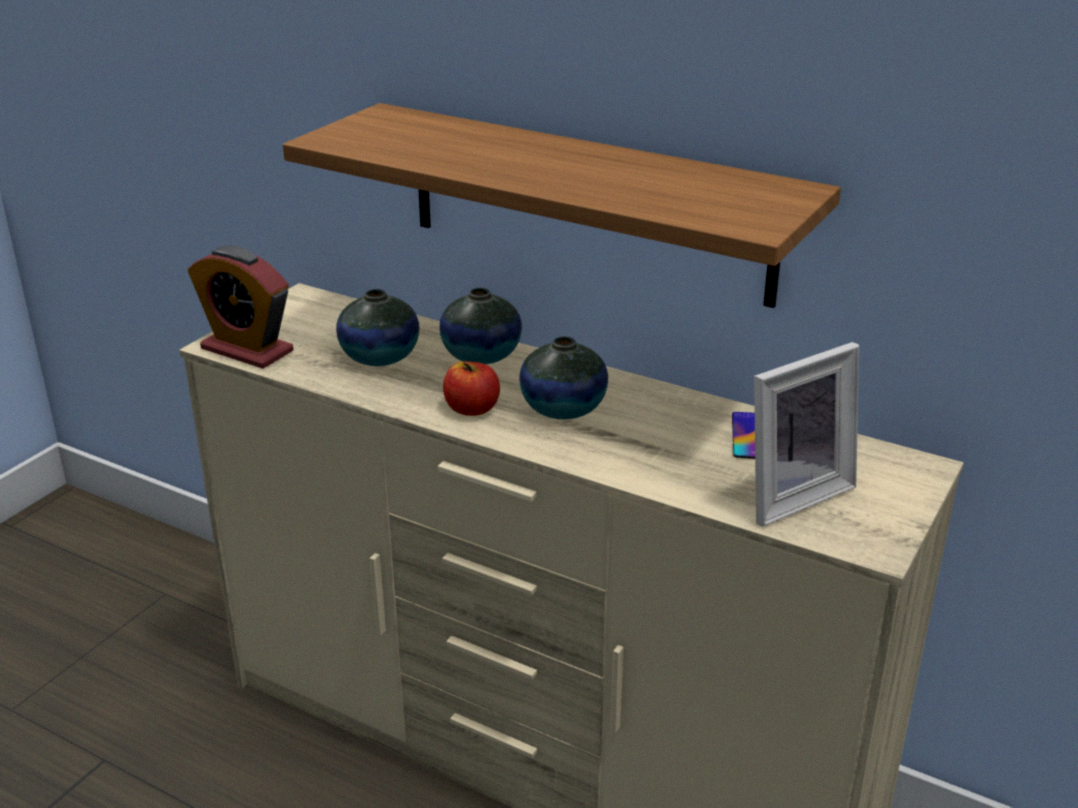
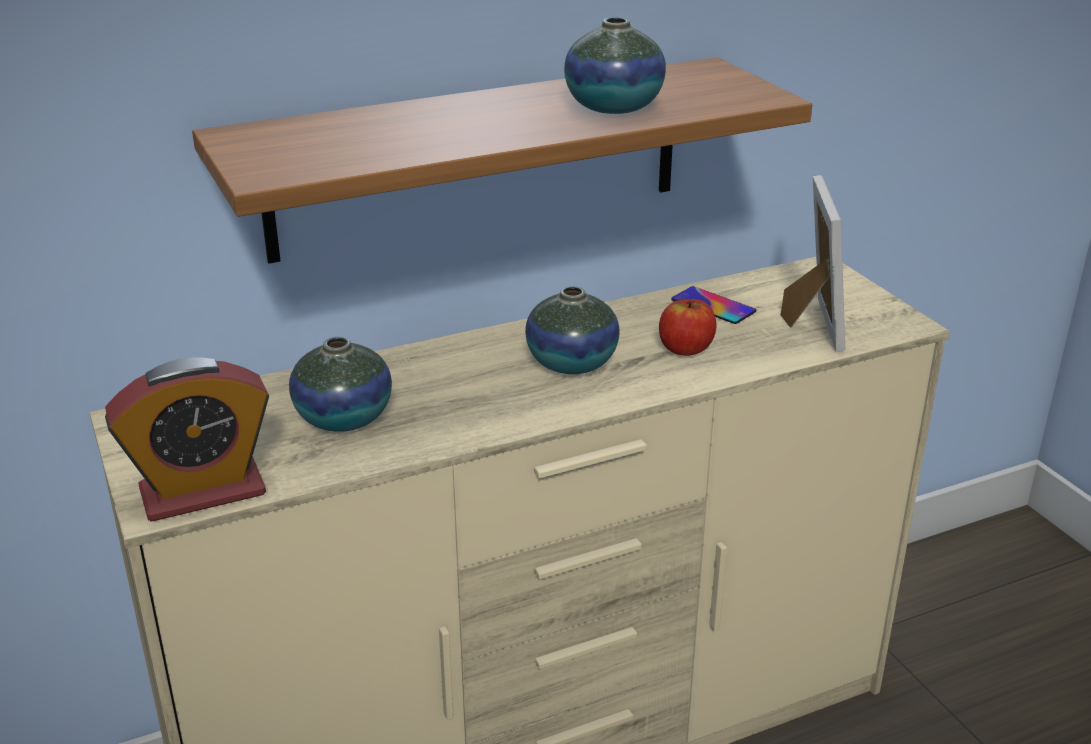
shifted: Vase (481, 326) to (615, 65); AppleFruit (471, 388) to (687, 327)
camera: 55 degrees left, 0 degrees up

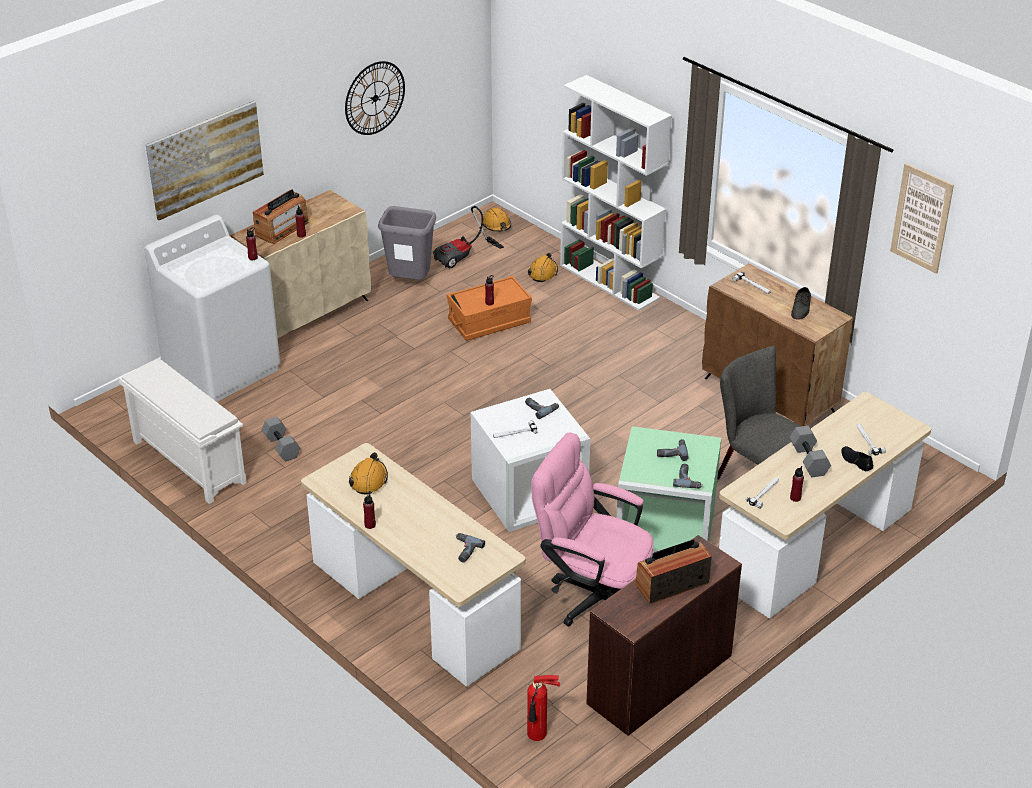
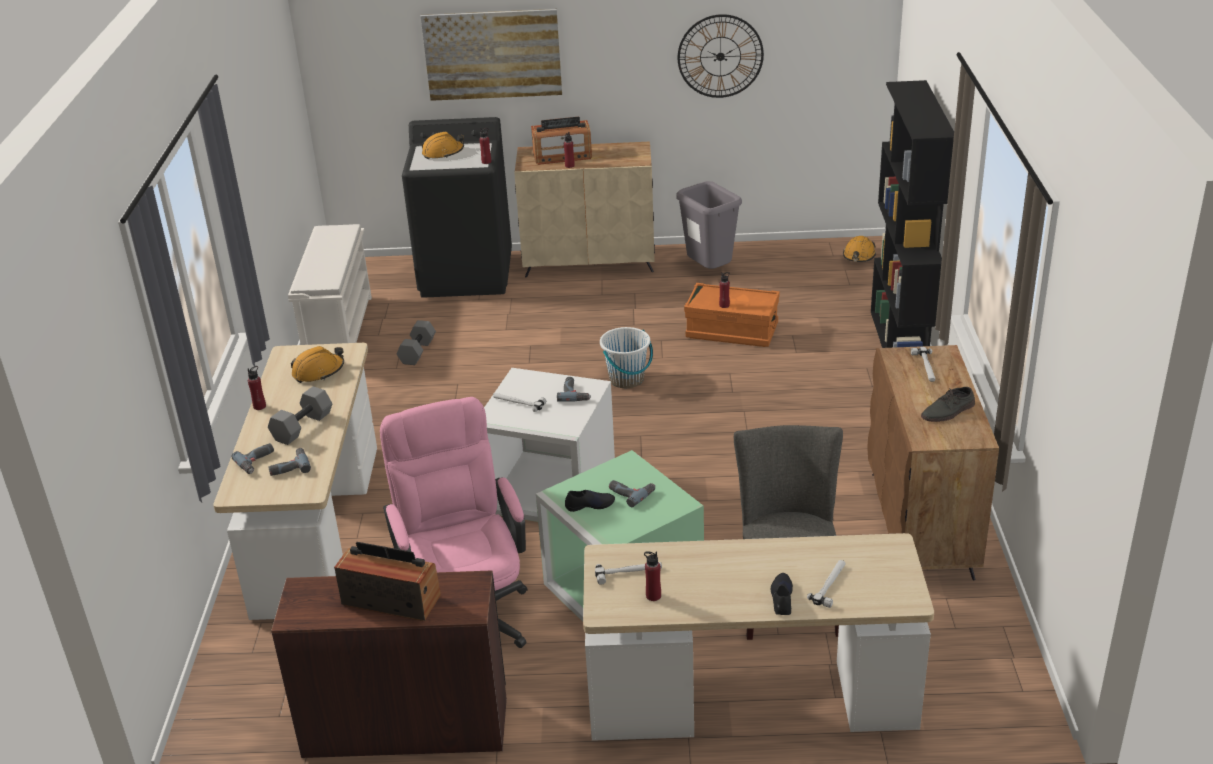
gone: Hoover (468, 237); FireFightingCylinder (543, 708); Picture (922, 218)
new: BlackShoe (590, 501); WhiteWaterBucket (626, 357)
shifted: Drill (688, 476) to (252, 458); GreyFreeWeight (810, 451) to (300, 415); OrangeWorkHelmet (543, 267) to (443, 145)
repainted: WhiteLaundryAppliance (212, 308) to BlackLaundryAppliance (457, 207); WhiteBookcase (616, 193) to BlackBookcase (912, 214)
camera: 45 degrees right, 5 degrees down

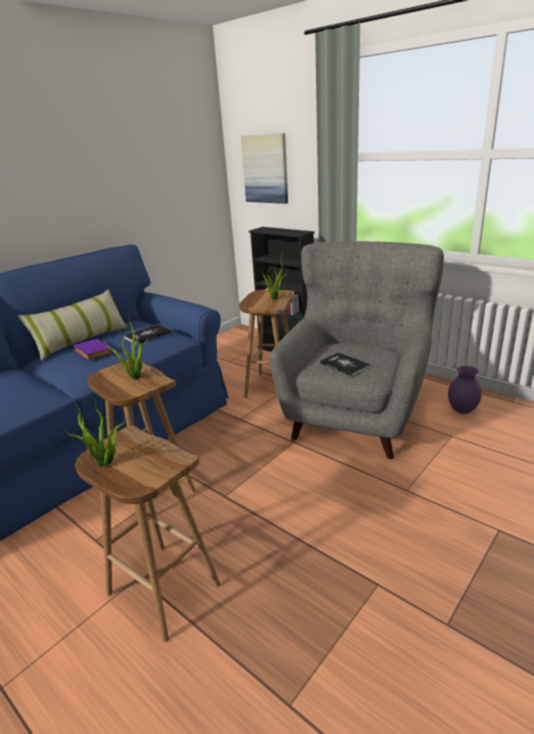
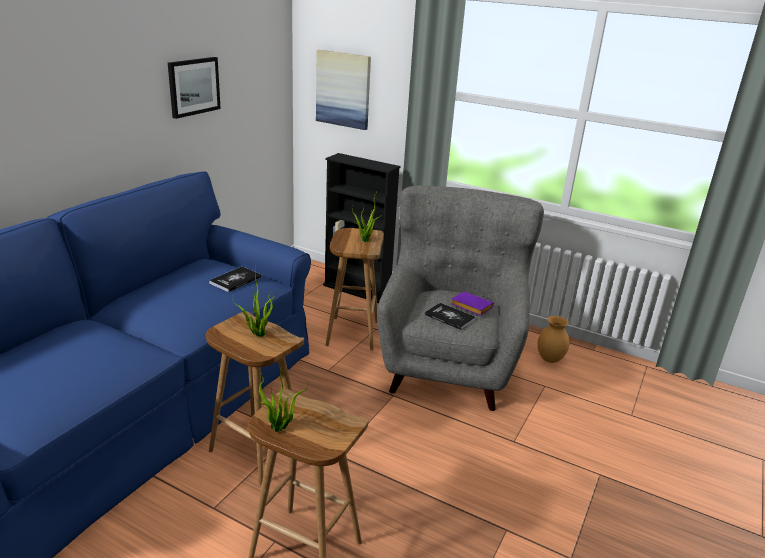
gone: Pillow (73, 325)
new: Picture (194, 88)
shifted: PurpleBoundBook (93, 349) to (472, 304)
repainted: PurpleVase (465, 390) to BrownVase (553, 339)
camera: 15 degrees left, 0 degrees up

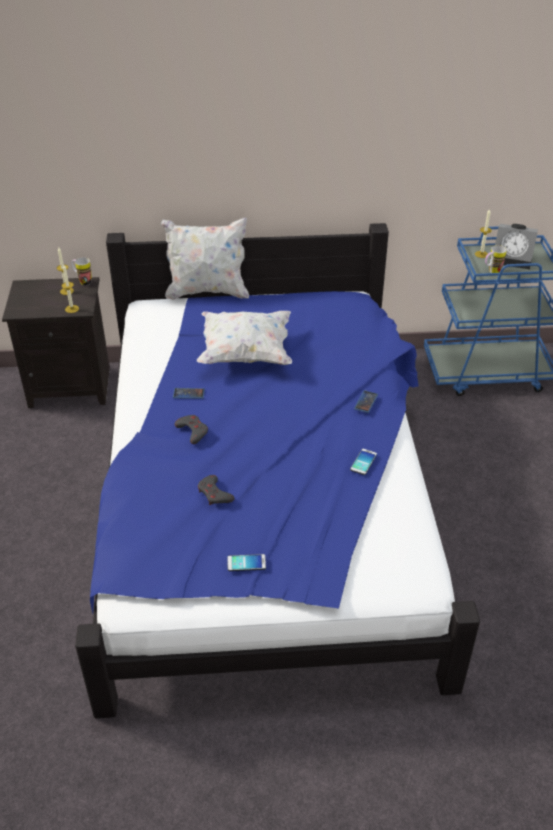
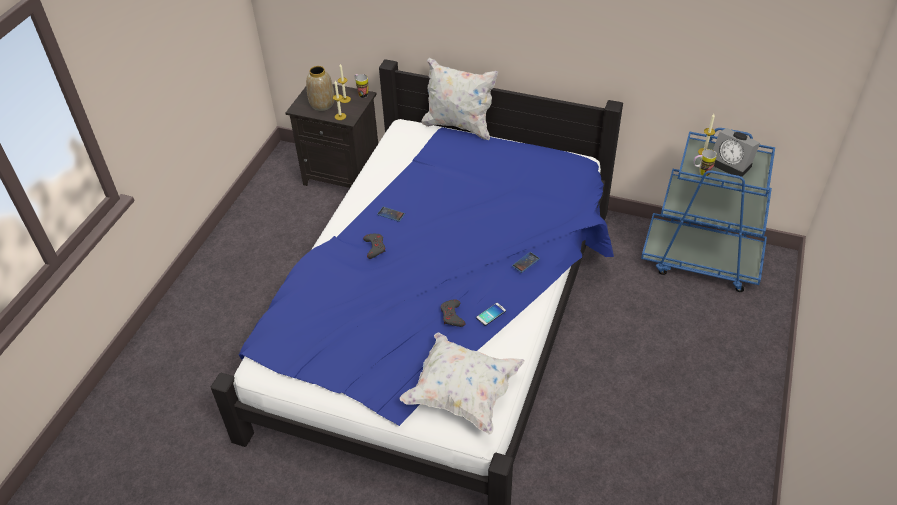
gone: Telephone (246, 562)
new: Vase (320, 88)
shifted: WhitePillow (244, 338) to (462, 383); GreyGameController (216, 490) to (453, 313)
camera: 25 degrees right, 5 degrees up

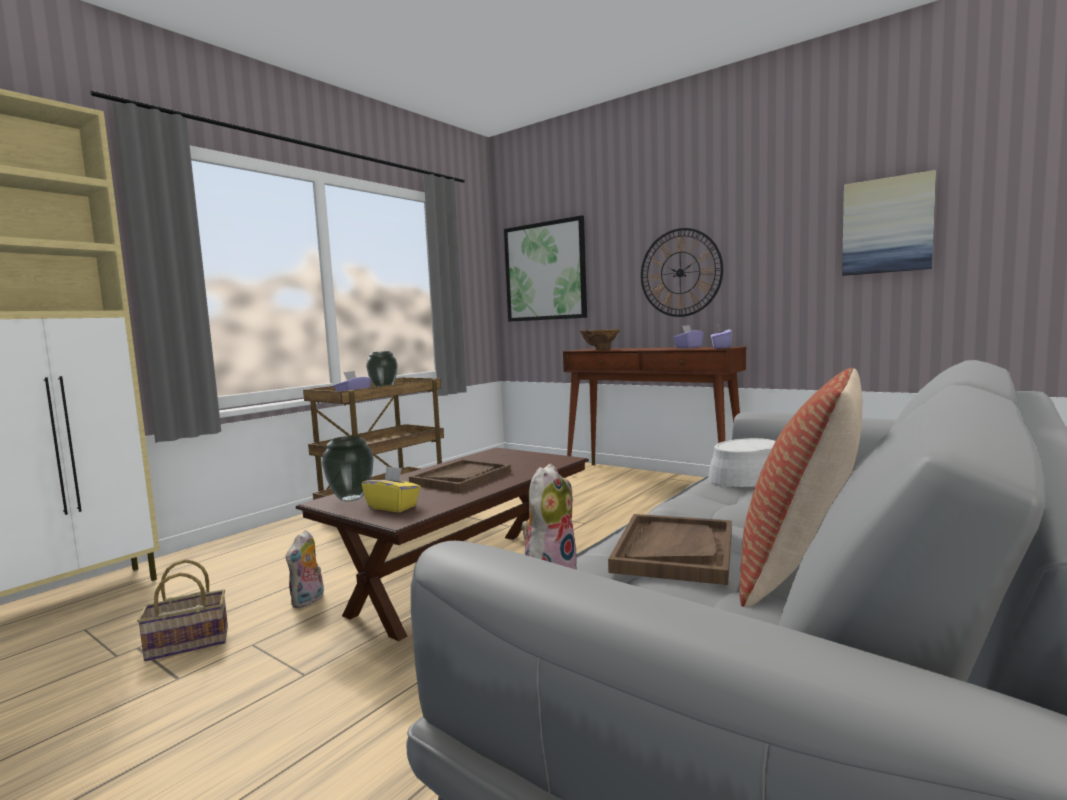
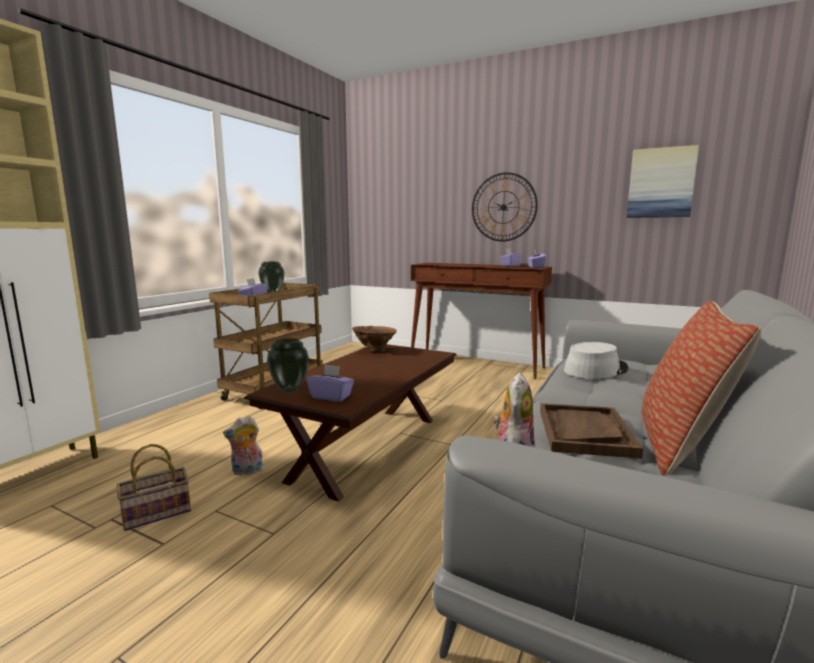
gone: BrownCarryingTray (460, 476); Picture (545, 268)
shifted: BrownVase (599, 339) to (374, 339)
repainted: YellowishTissueHolder (391, 489) to PurpleTissueHolder (330, 383)
rotated: CuddlyToy (304, 569) = (243, 445) 60 degrees clockwise
camera: 10 degrees left, 5 degrees up

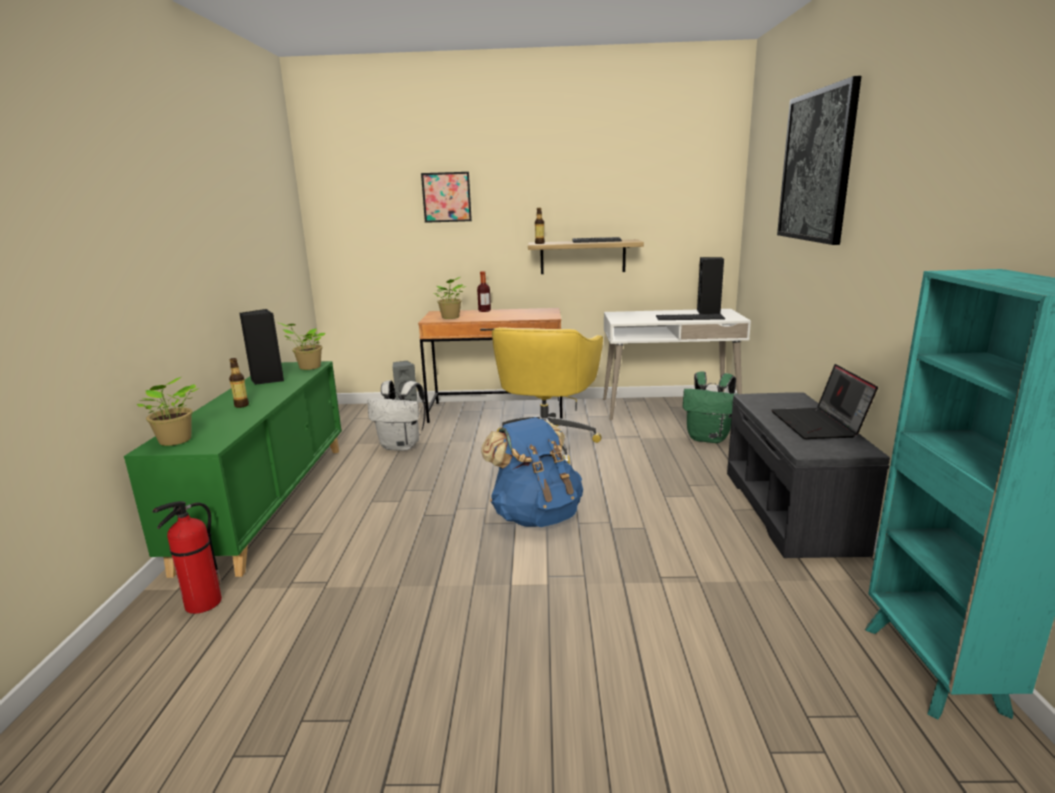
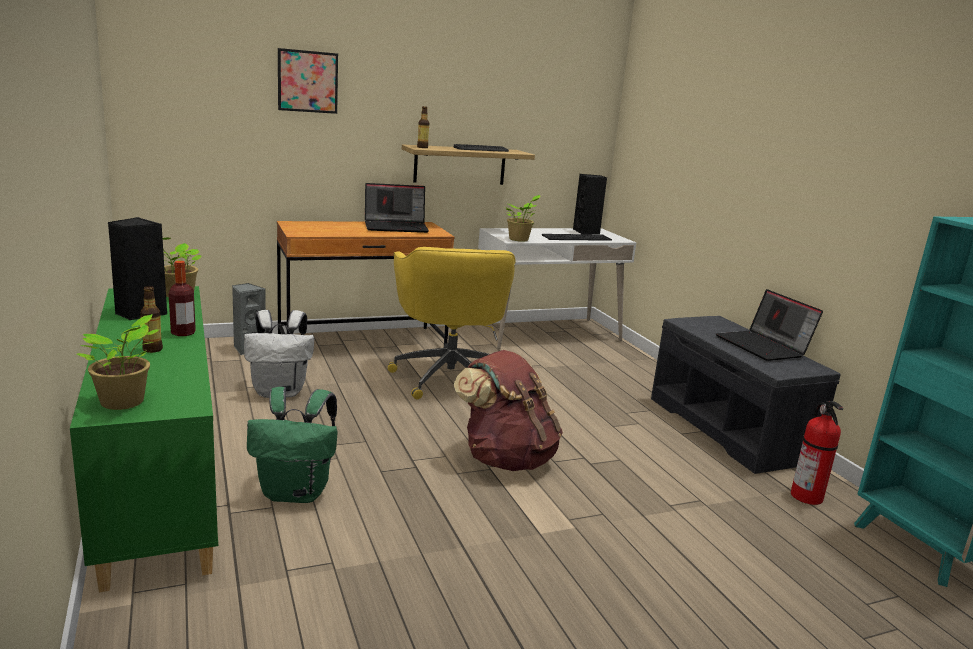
gone: Picture (819, 160)
new: PortableComputer (397, 208)
shifted: BeverageBottle (484, 291) to (182, 298); GreenishKnapsack (709, 407) to (292, 445); PlantInAPot (449, 298) to (522, 218); FireFightingCylinder (187, 557) to (817, 453)
repainted: BlueColouredKnapsack (532, 472) to BrownKnapsack (508, 410)
camera: 25 degrees left, 0 degrees up

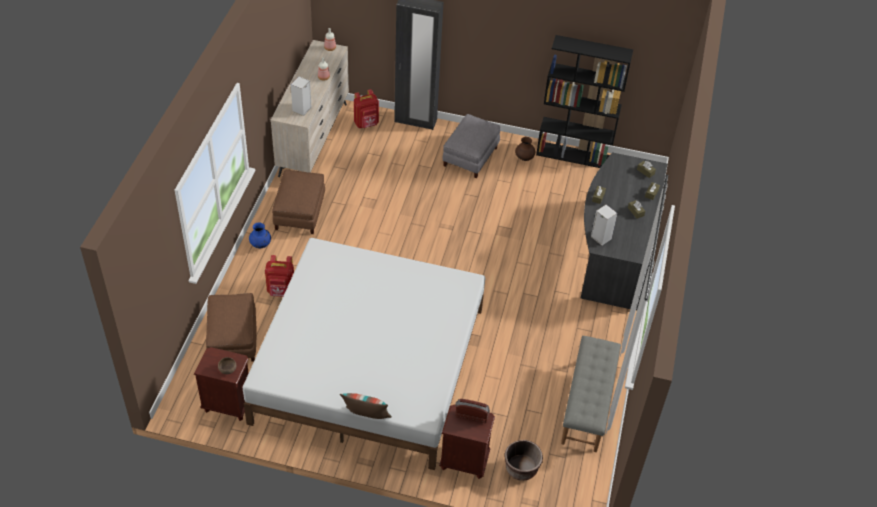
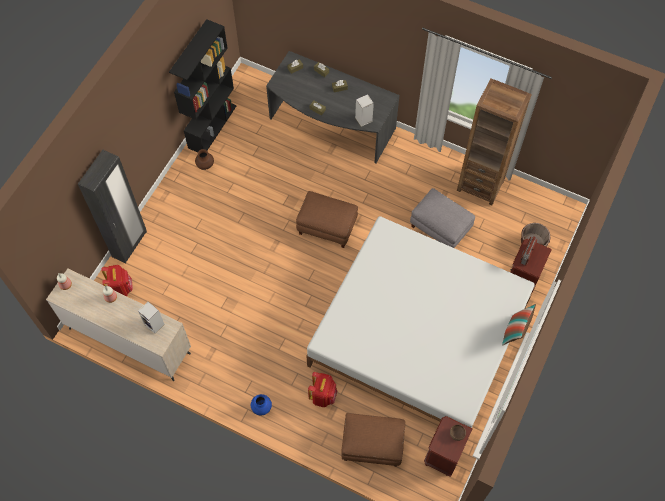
shifted: BrownFootrest (298, 202) to (327, 219); GreyFootrest (471, 146) to (442, 218)
swapped: GreyBench (591, 394) to BrownBookcase (494, 142)
camera: 75 degrees left, 15 degrees up

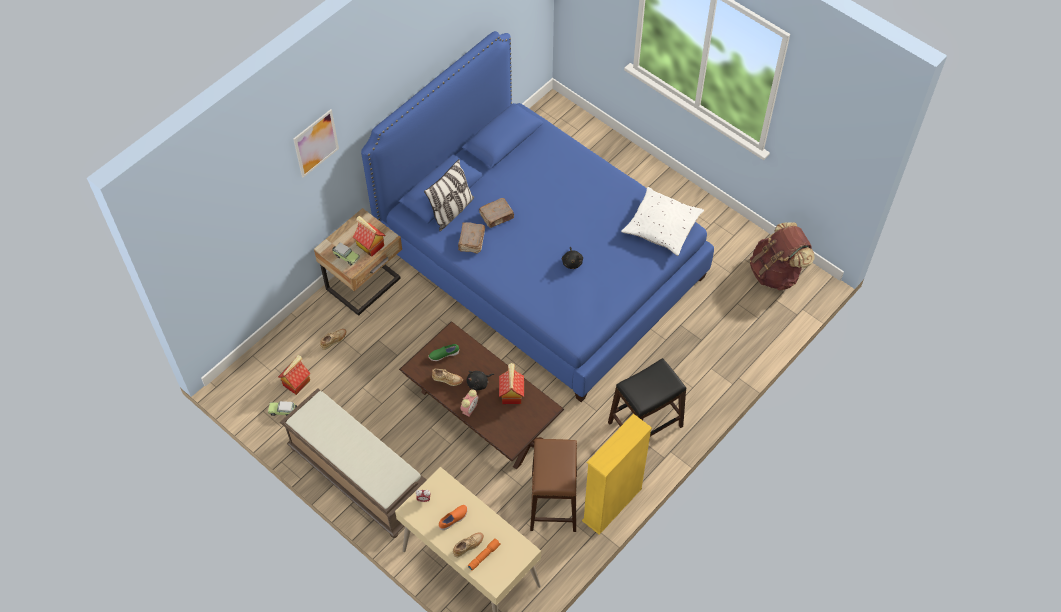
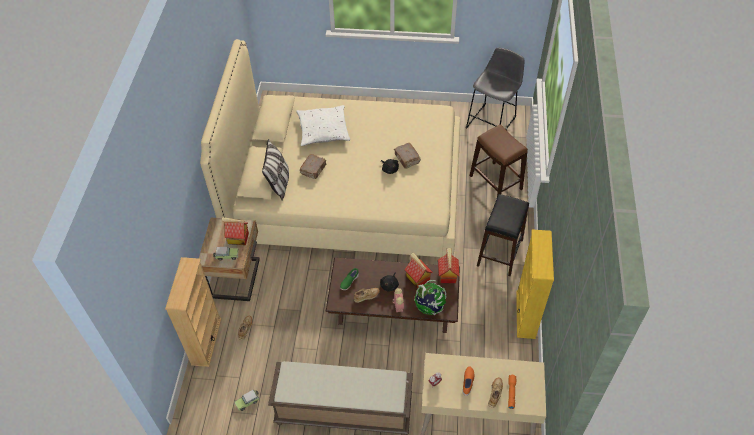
gone: Picture (316, 143)
new: SandColouredBookcase (193, 312); DeskGlobe (430, 297)
shifted: WhitePillow (662, 221) to (323, 125); BrownBoundBook (471, 238) to (407, 156); ToyHouse (294, 375) to (449, 265); BrownStool (553, 485) to (498, 160)
swapped: BrownKnapsack (782, 256) to GreyStool (495, 88)
repainted: BlueColouredBedroomBed (537, 216) to SandColouredBedroomBed (330, 148)
camera: 35 degrees left, 5 degrees down

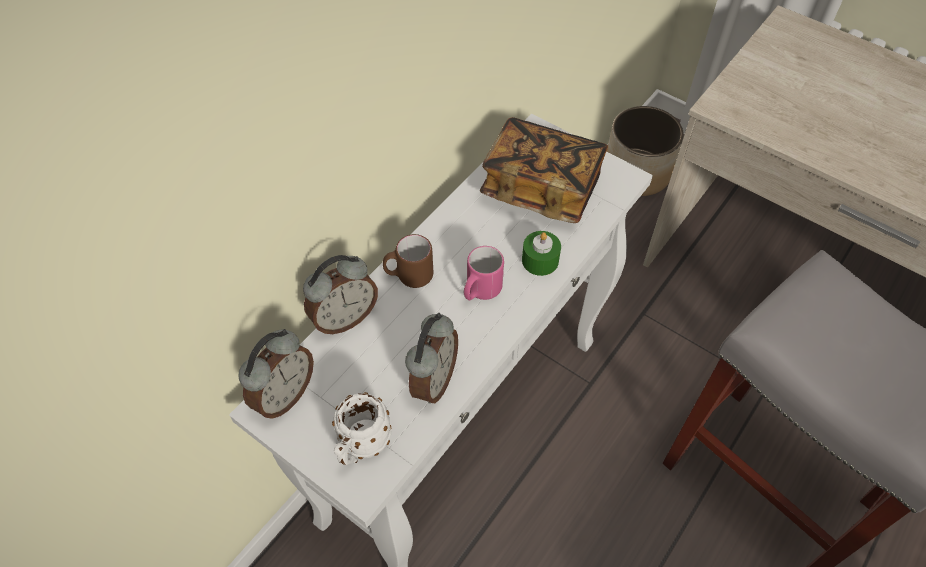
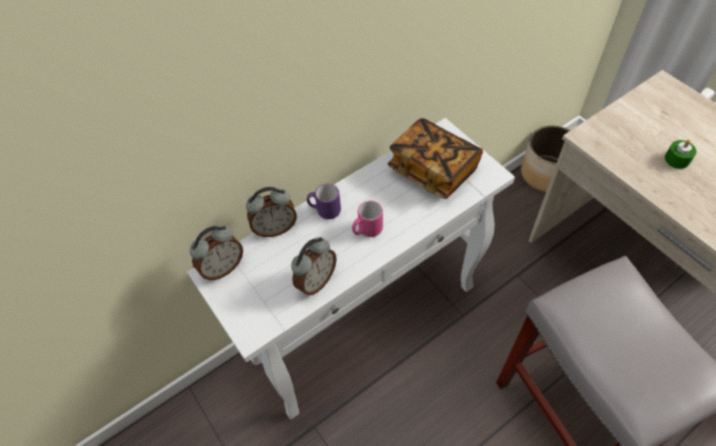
gone: WhiteMug (361, 428)
shifted: GreenishCandle (541, 253) to (681, 154)
repainted: BrownMug (408, 261) to PurpleMug (324, 201)
camera: 20 degrees right, 0 degrees up

